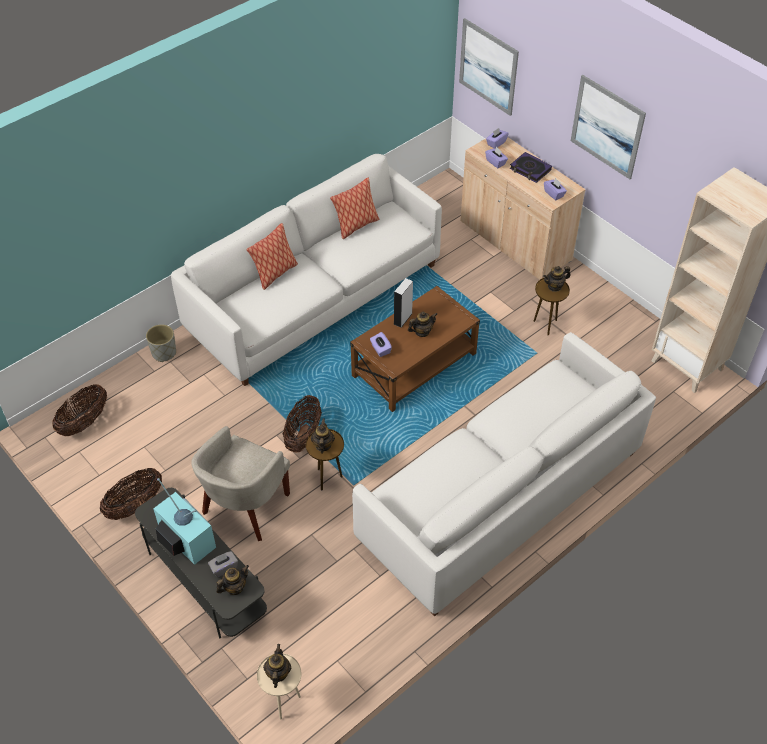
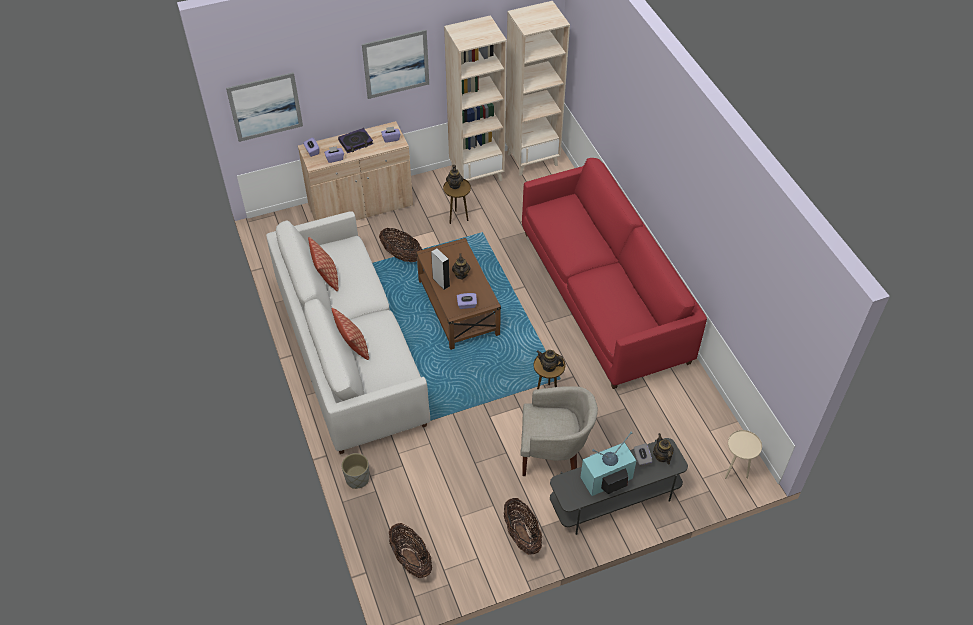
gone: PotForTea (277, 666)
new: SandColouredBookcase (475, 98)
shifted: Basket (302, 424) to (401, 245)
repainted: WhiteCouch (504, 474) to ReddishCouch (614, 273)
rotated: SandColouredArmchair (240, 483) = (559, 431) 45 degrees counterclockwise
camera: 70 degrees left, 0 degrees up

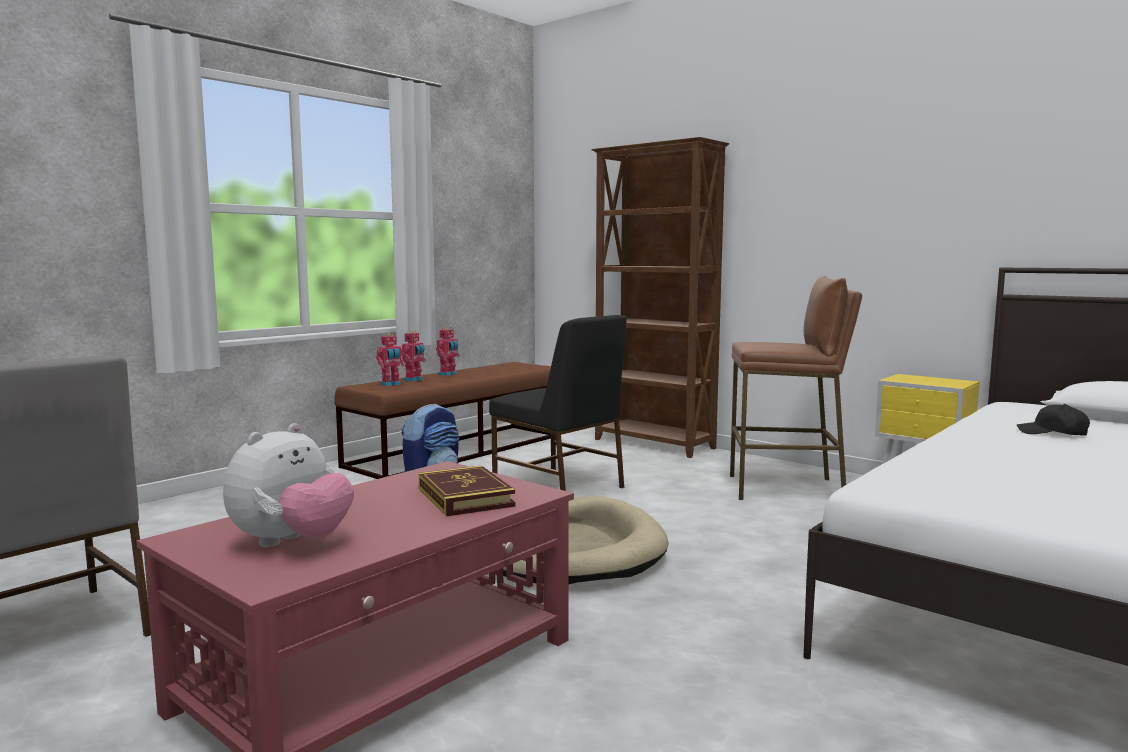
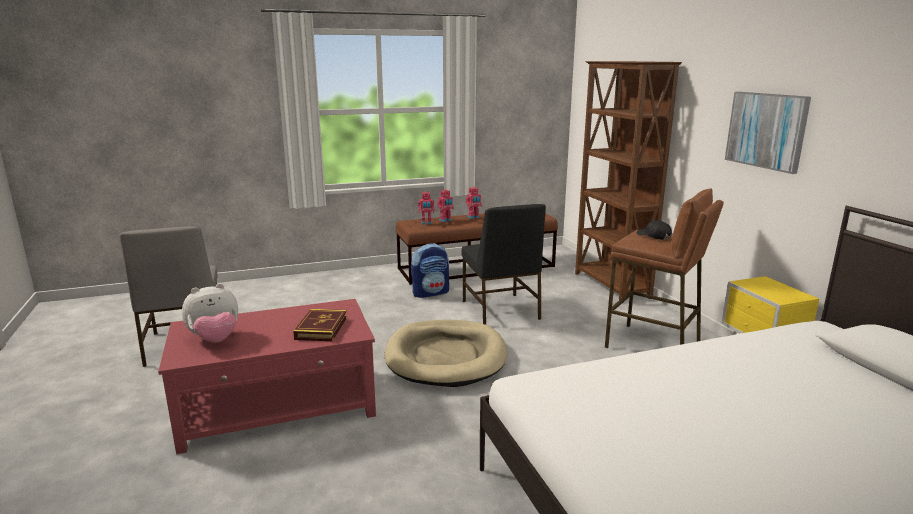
new: Picture (768, 133)
shifted: BlackCap (1053, 420) to (654, 230)
camera: 30 degrees right, 10 degrees up

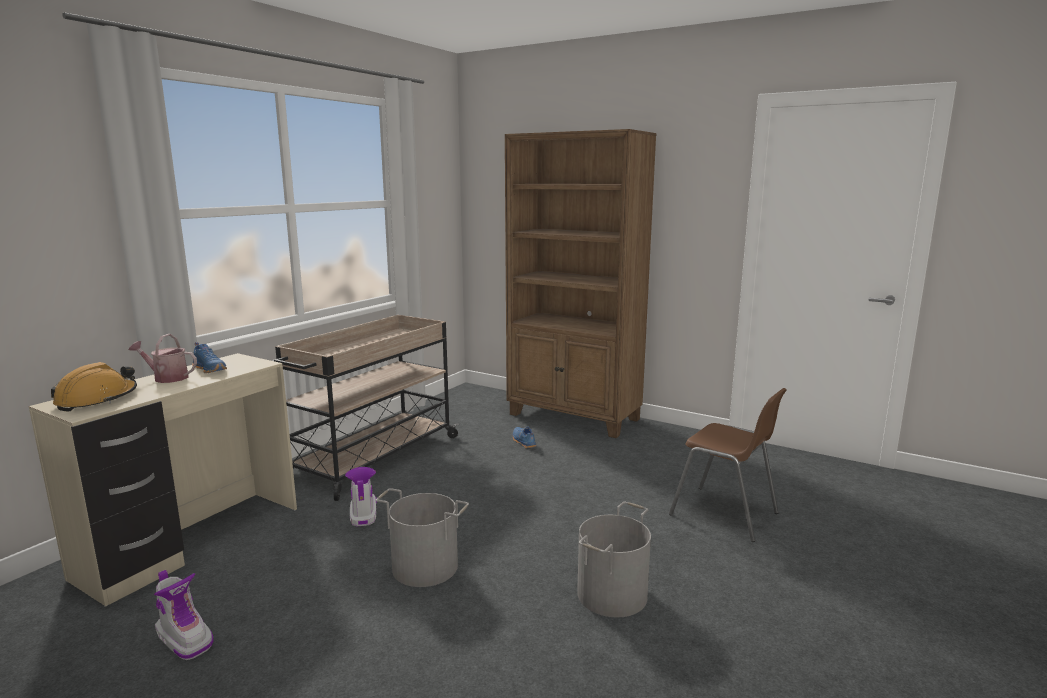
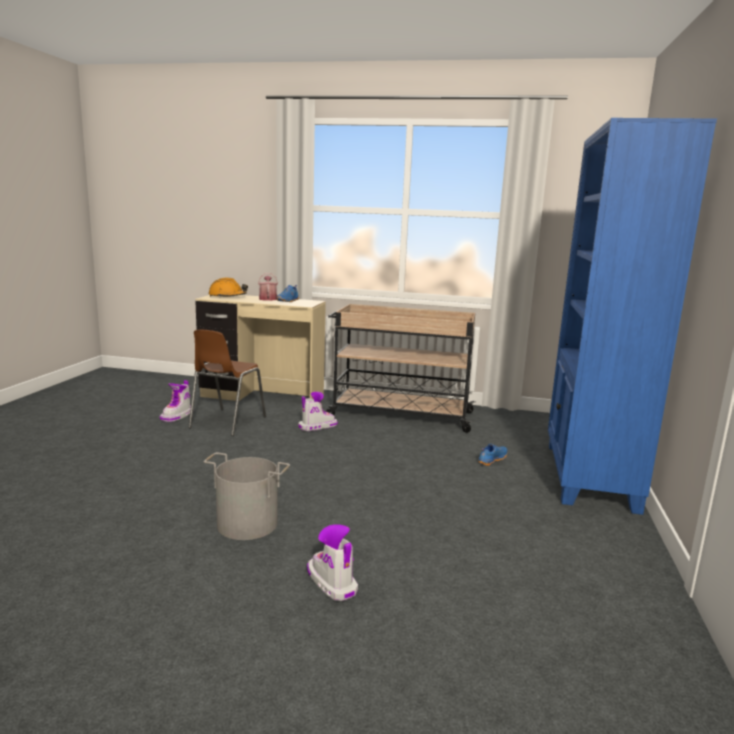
gone: GreyWaterBucket (422, 537)
new: HighTopBoot (332, 562)
shifted: BrownUprightChair (728, 465) to (227, 382)
repainted: BrownBookcase (581, 283) to BlueColouredBookcase (632, 316)
camera: 70 degrees right, 0 degrees up

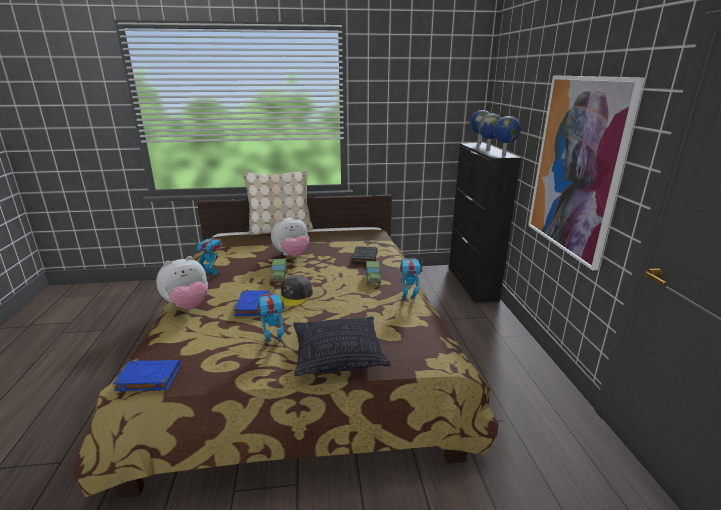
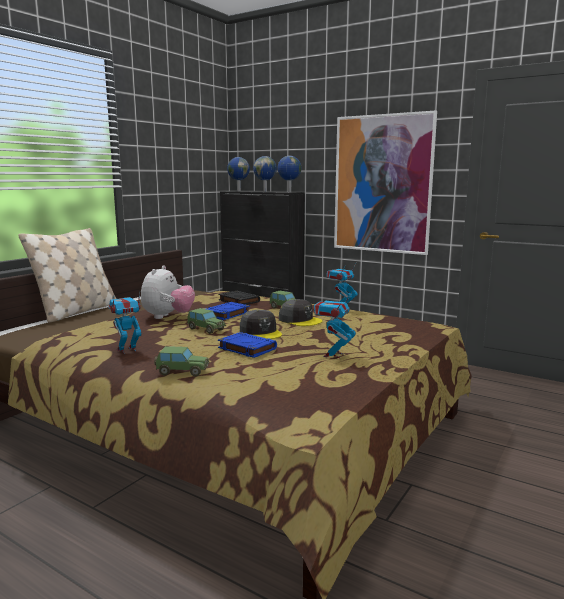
gone: Pillow (342, 346)
new: GreyCap (301, 312)
shifted: BlueColouredBoundBook (146, 375) to (228, 311)
swapped: CuddlyToy (182, 282) to ToyCar (182, 361)
camera: 50 degrees left, 10 degrees down

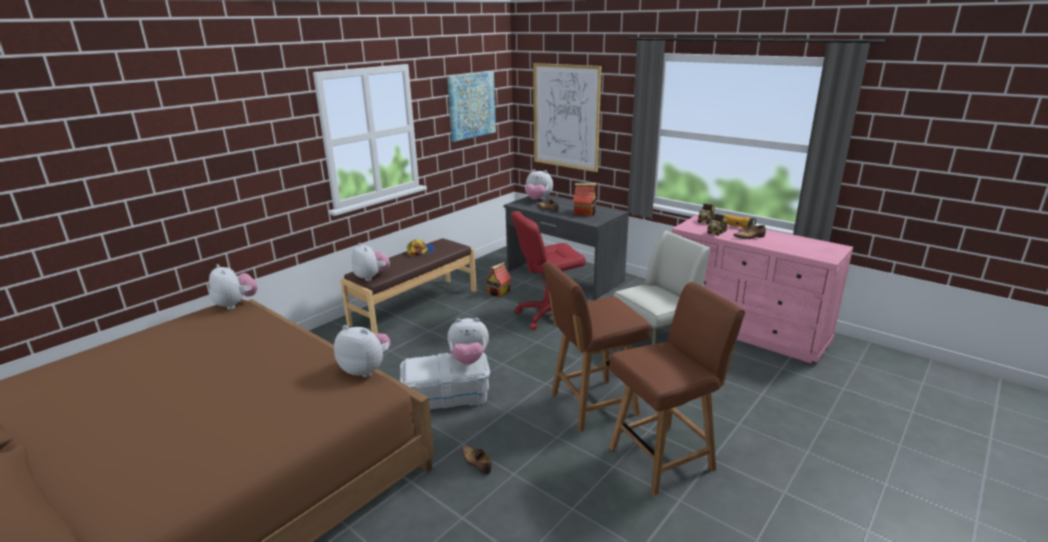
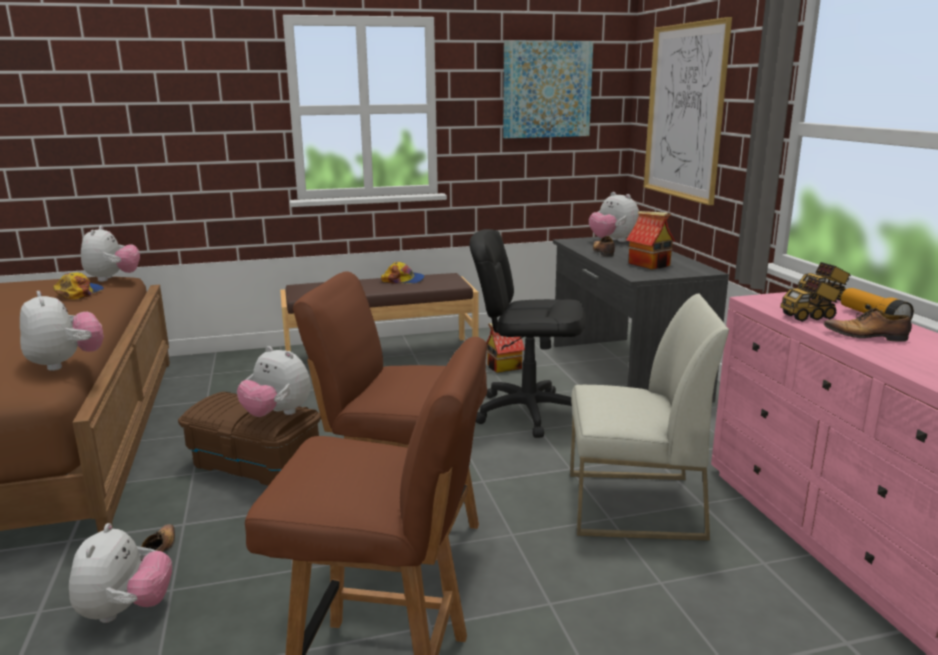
new: Cap (78, 285)
shifted: CuddlyToy (371, 262) to (120, 573)
repainted: WhiteStorageContainer (445, 380) to BrownStorageContainer (249, 439); ReddishComputerChair (548, 270) to BlackComputerChair (528, 333)
camera: 35 degrees right, 5 degrees down

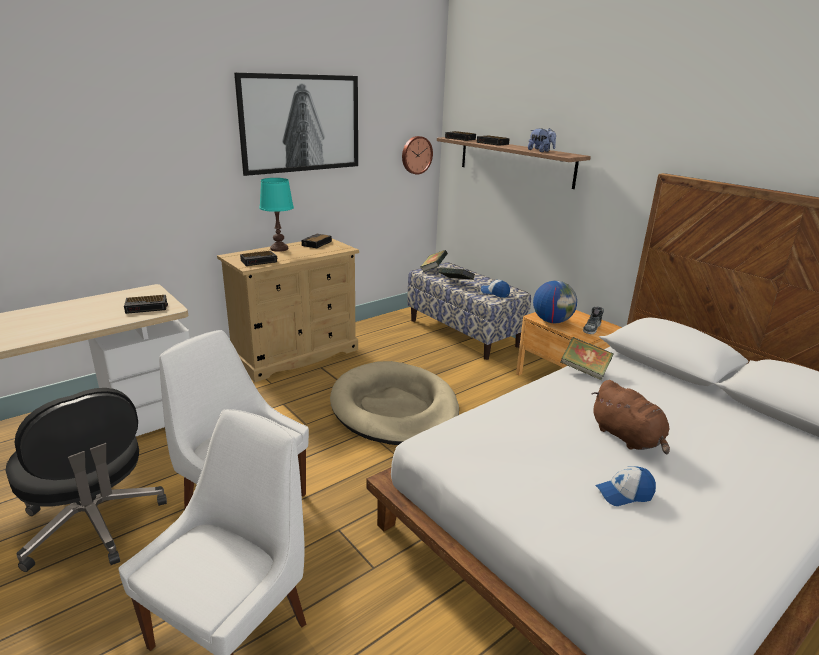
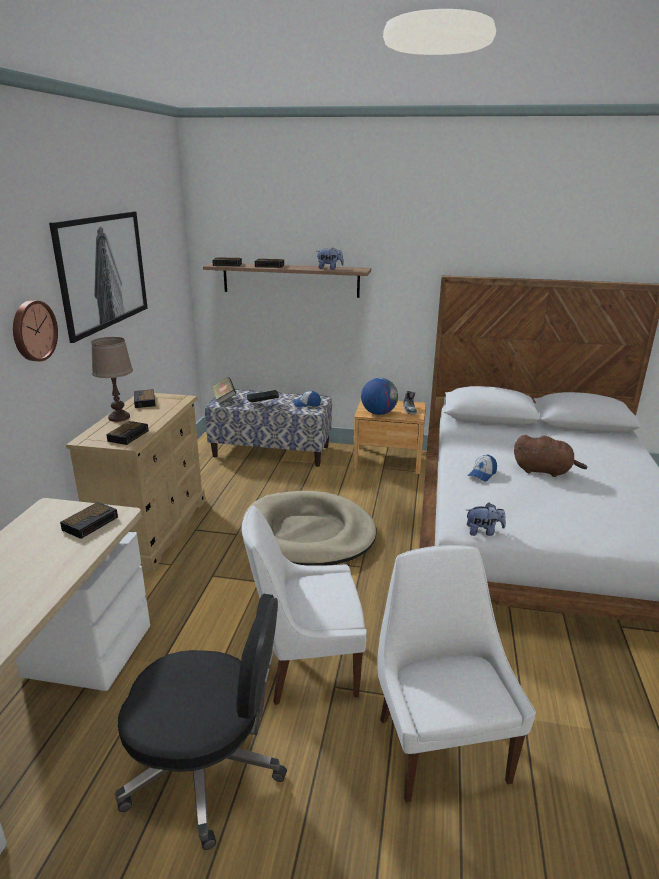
gone: BoundBook (587, 358)
new: CuddlyToy (486, 519)
shifted: WallClock (417, 155) to (35, 330); Cap (625, 486) to (482, 468)
repainted: BlueGreenLampForATable (276, 215) to BrownLampForATable (112, 379)
camera: 40 degrees left, 0 degrees up

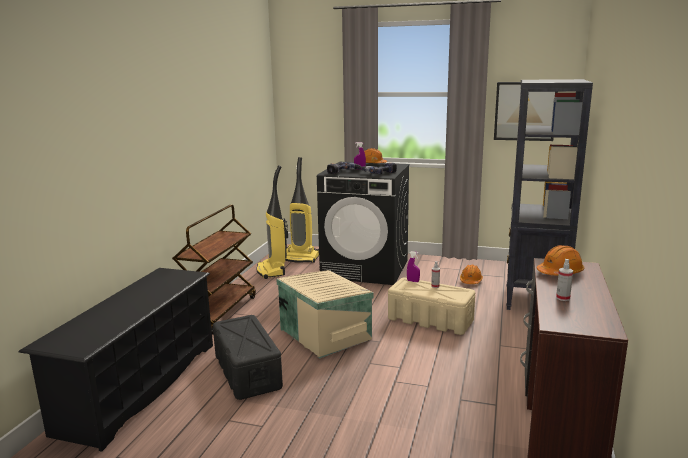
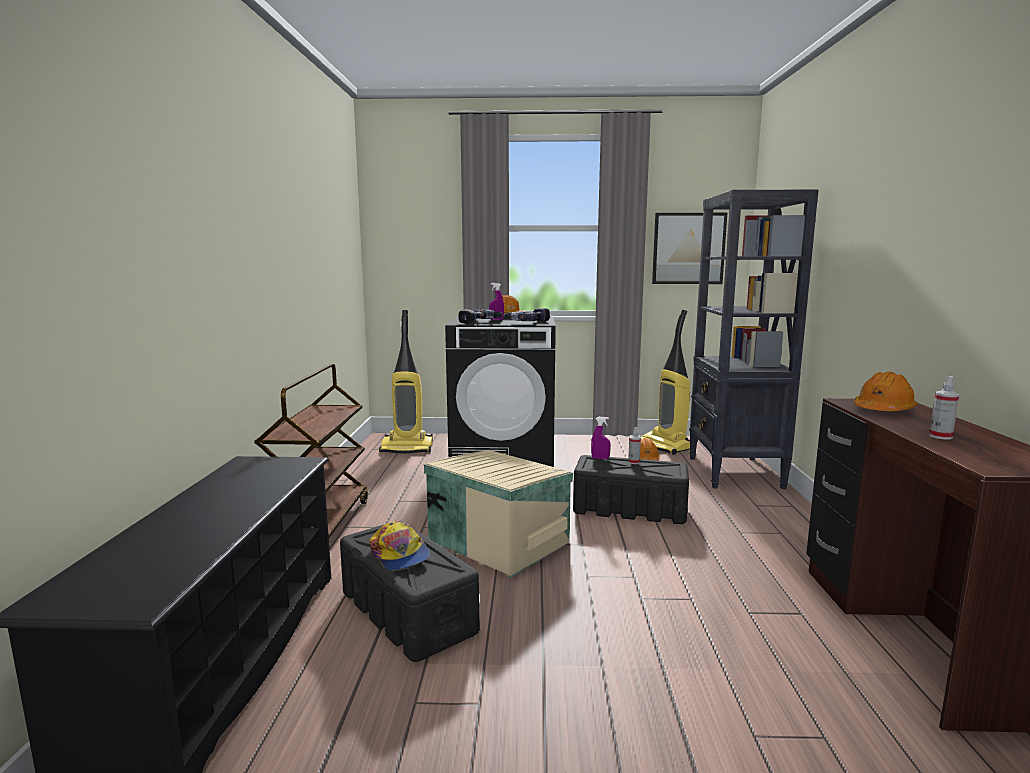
new: Cap (399, 546)
shifted: Hoover (272, 222) to (665, 382)
repainted: SandColouredStorageContainer (431, 306) to BlackStorageContainer (631, 489)
camera: 15 degrees left, 5 degrees down

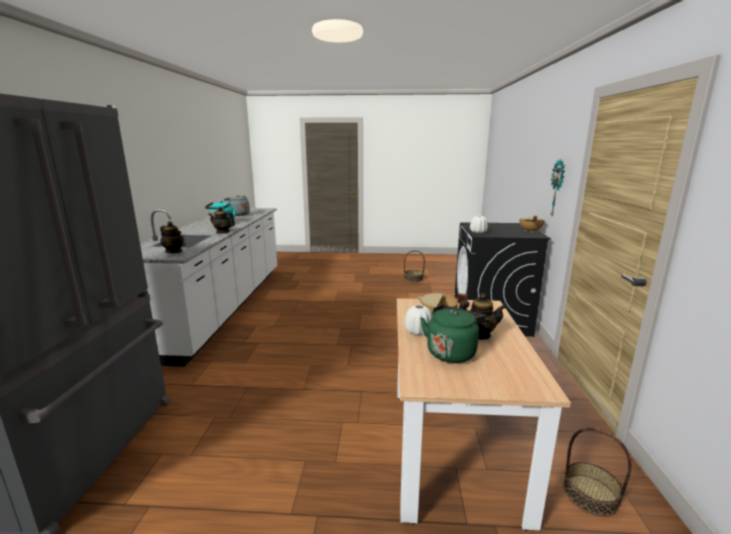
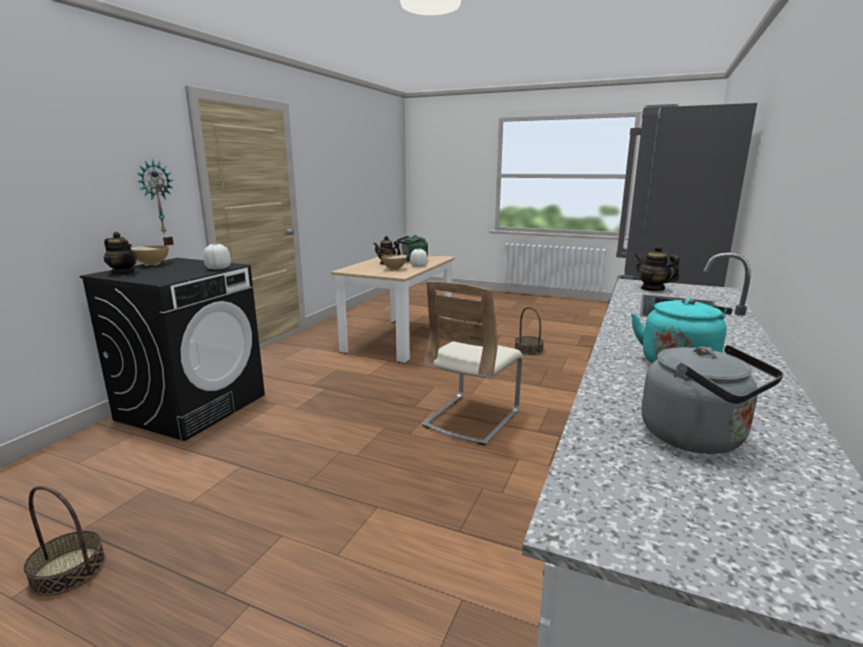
new: SandColouredUprightChair (472, 363)
shifted: PotForTea (221, 220) to (120, 253); Basket (598, 472) to (529, 331)
camera: 160 degrees left, 0 degrees up

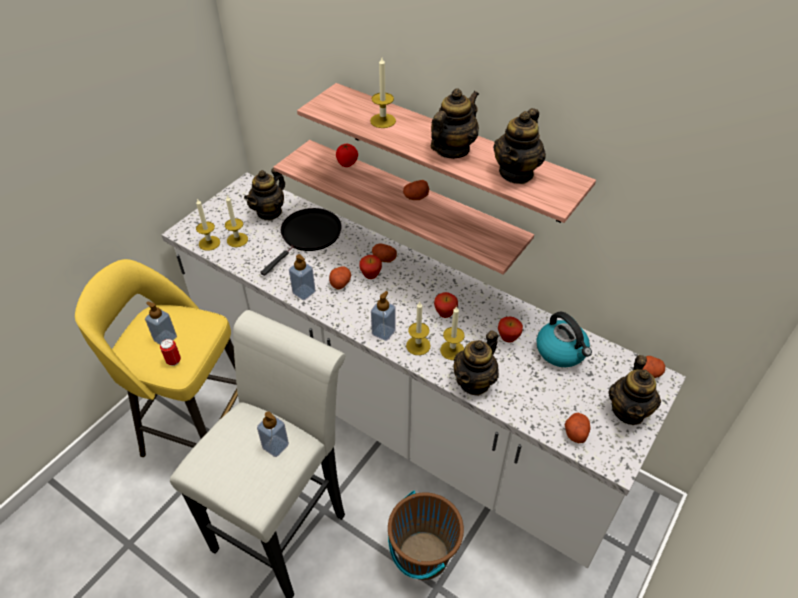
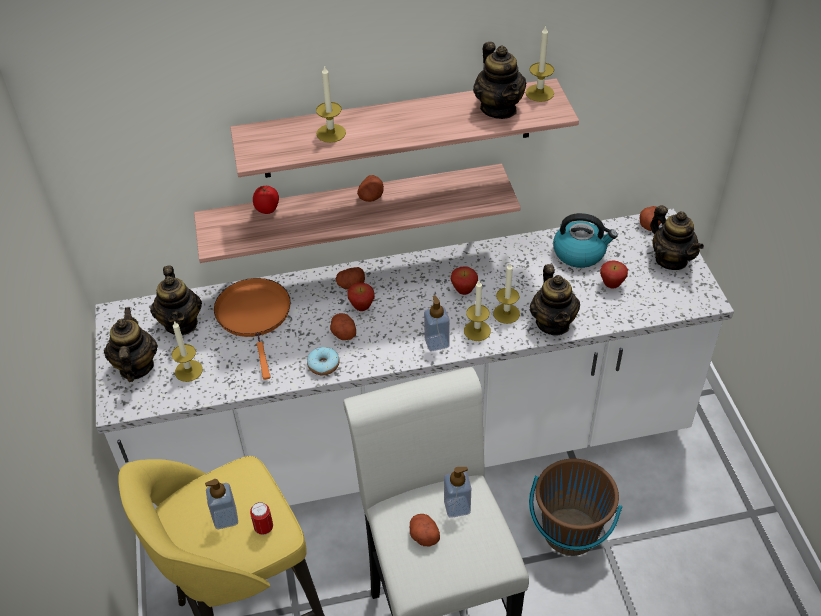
shifted: PotForTea (454, 123) to (131, 344); Potato (577, 428) to (425, 530); Candle (208, 224) to (540, 63); AppleFruit (510, 330) to (614, 274)
swapped: SoapDispenser (302, 277) to Donut (323, 361)
repainted: BlackSkillet (301, 242) to OrangeSkillet (252, 329)
camera: 45 degrees left, 0 degrees up

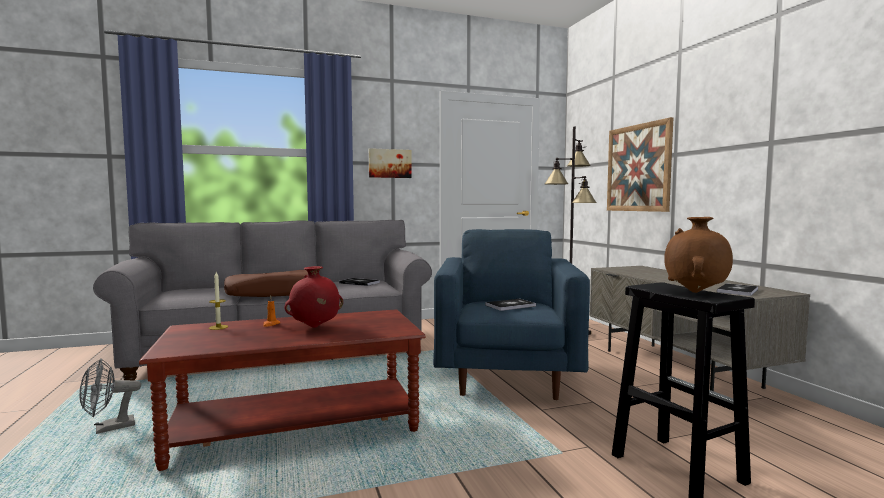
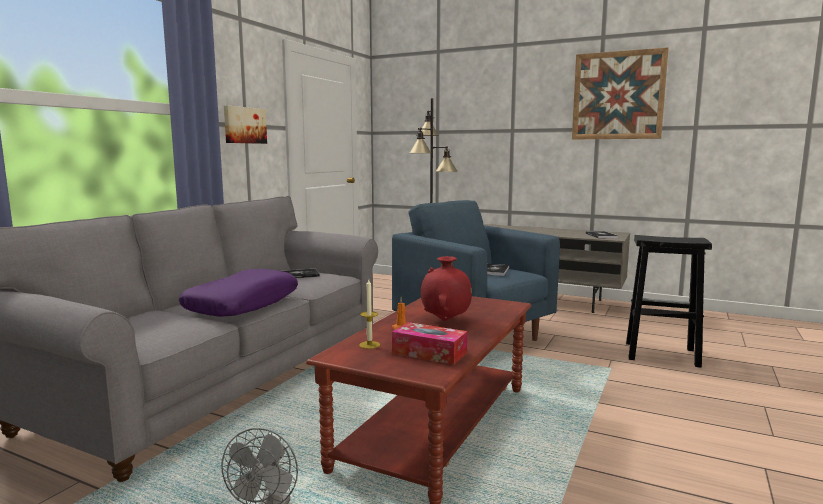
gone: BrownVase (698, 255)
new: TissueHolder (429, 343)
shifted: Picture (640, 164) to (620, 93)
repainted: BrownPillow (266, 283) to PurplePillow (238, 293)
camera: 45 degrees left, 5 degrees up

